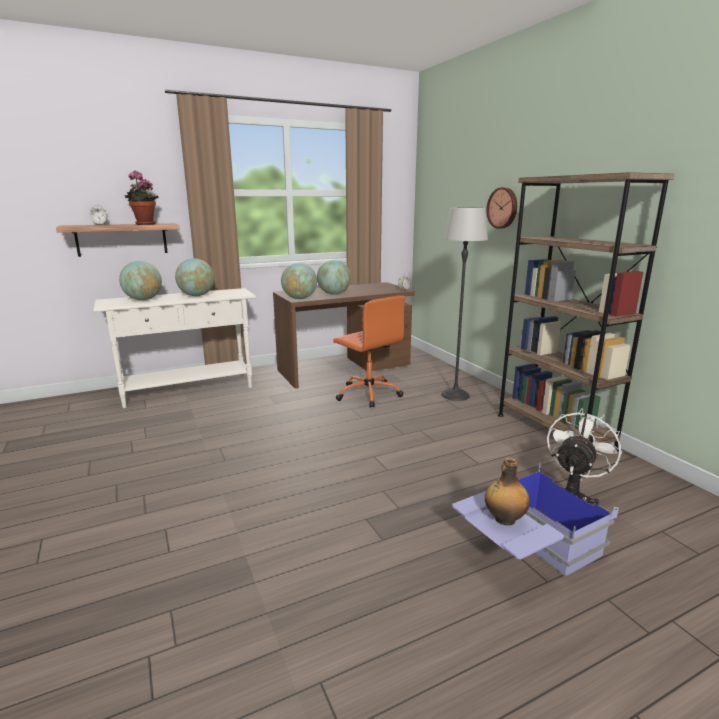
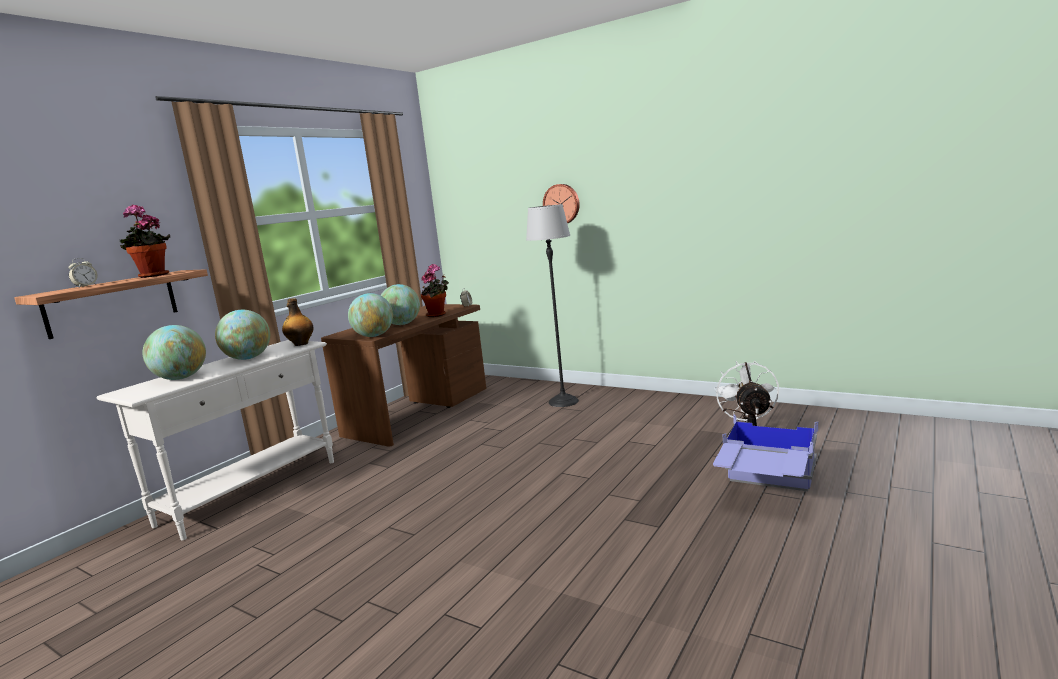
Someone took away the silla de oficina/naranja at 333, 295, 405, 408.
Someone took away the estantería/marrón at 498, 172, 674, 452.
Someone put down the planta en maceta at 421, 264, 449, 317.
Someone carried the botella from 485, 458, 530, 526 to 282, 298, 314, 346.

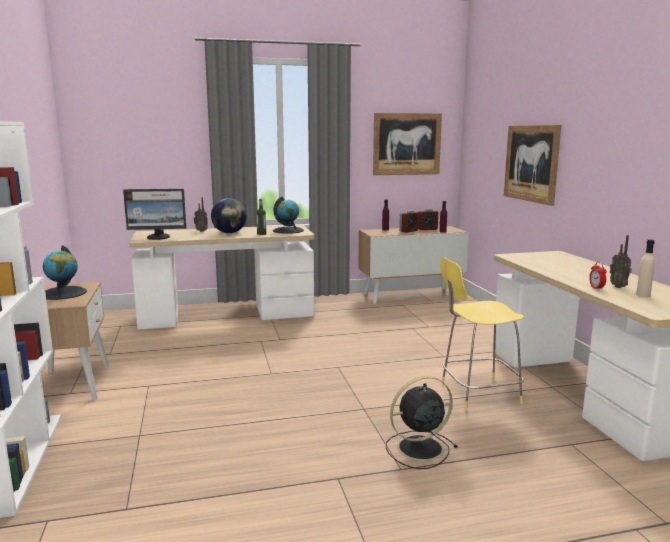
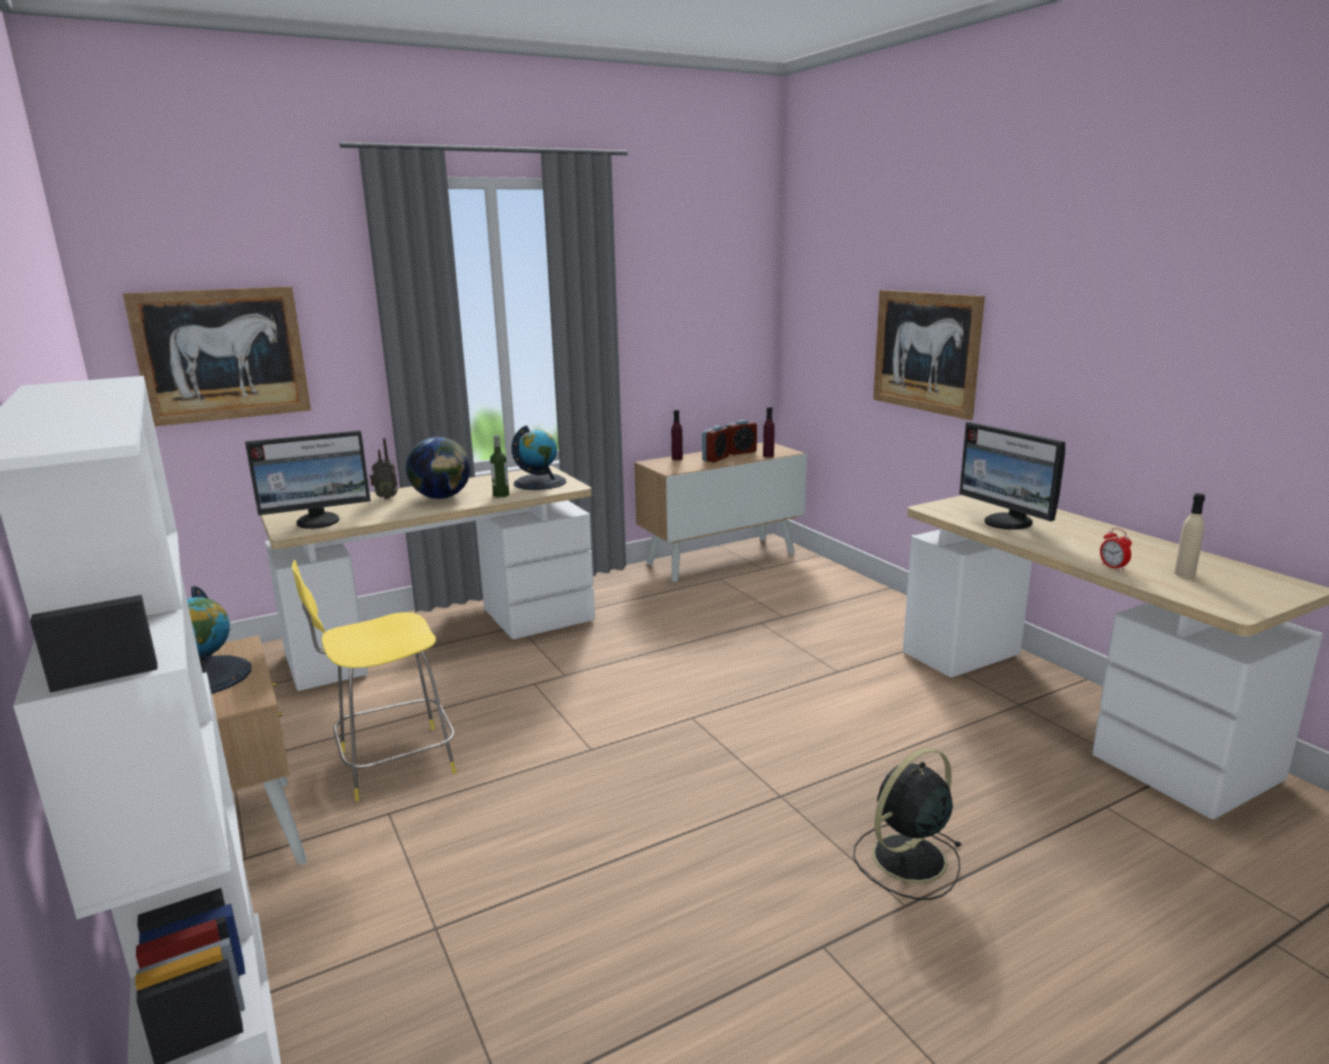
Someone took away the radio at 610, 235, 632, 288.
Someone put down the monitor at 959, 422, 1065, 530.
Someone carried the cuadro from 373, 113, 442, 175 to 123, 286, 311, 427.
Someone carried the taburete/amarillo from 440, 258, 524, 410 to 292, 560, 456, 801.

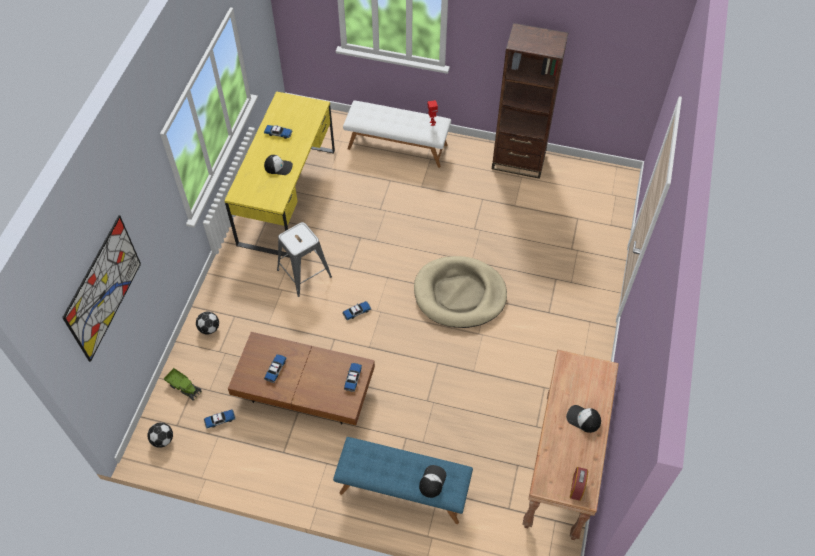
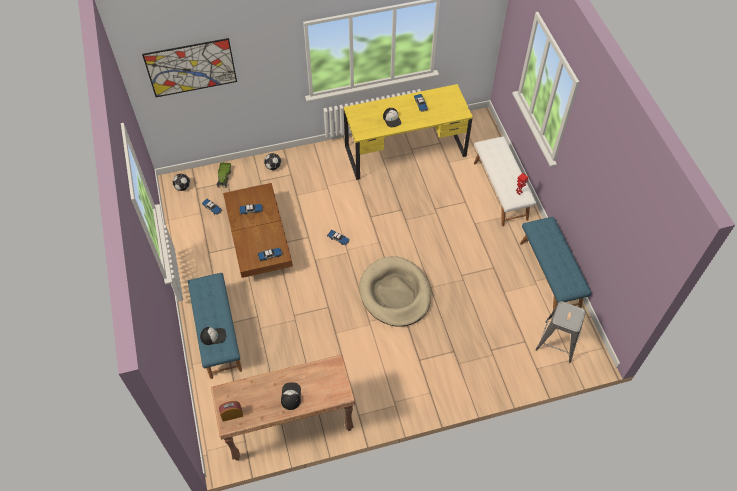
Someone carried the taburete/gris from 277, 222, 332, 297 to 536, 301, 586, 363.
Someone swapped the estantería/marrón at 492, 23, 568, 179 for the banco/azul at 520, 217, 592, 310.

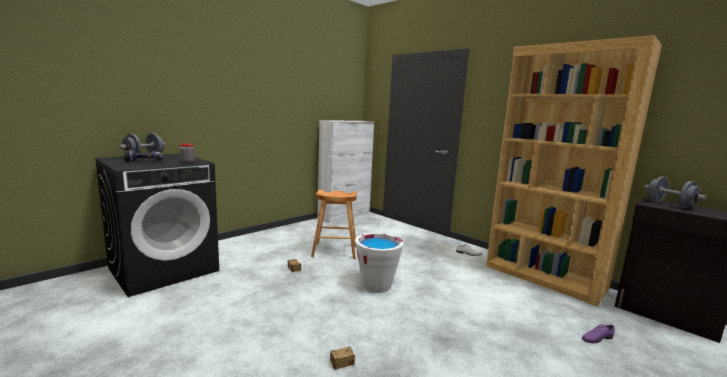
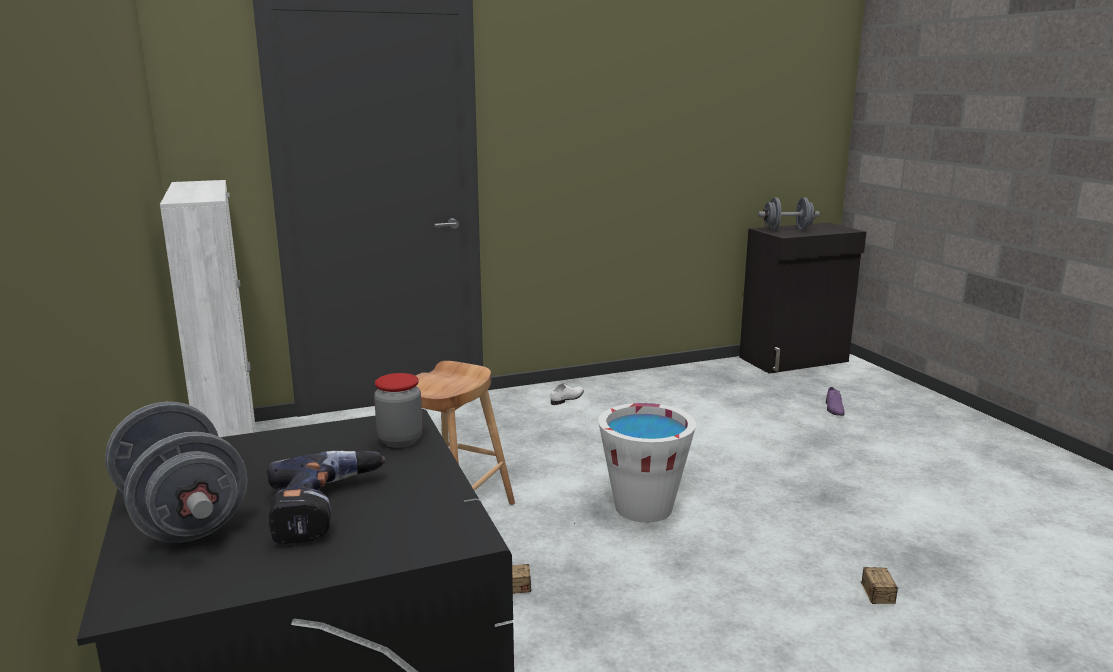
Someone took away the estantería/marrón at 486, 35, 662, 307.

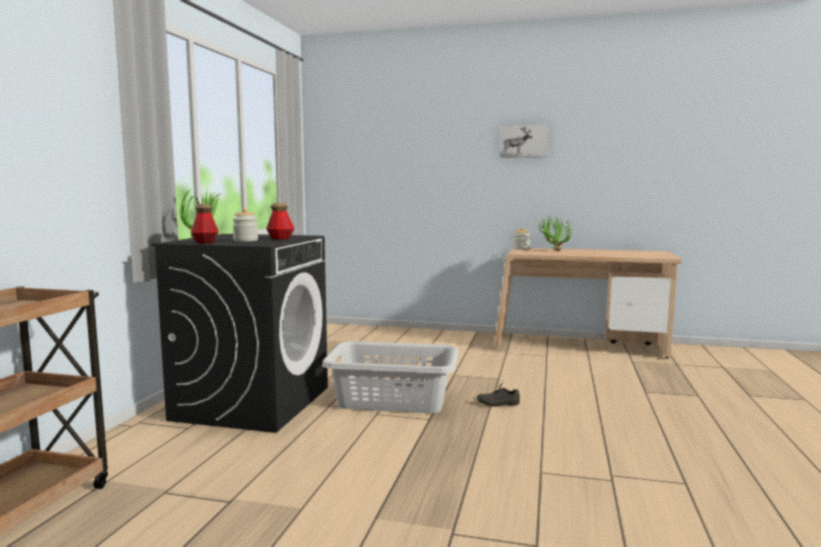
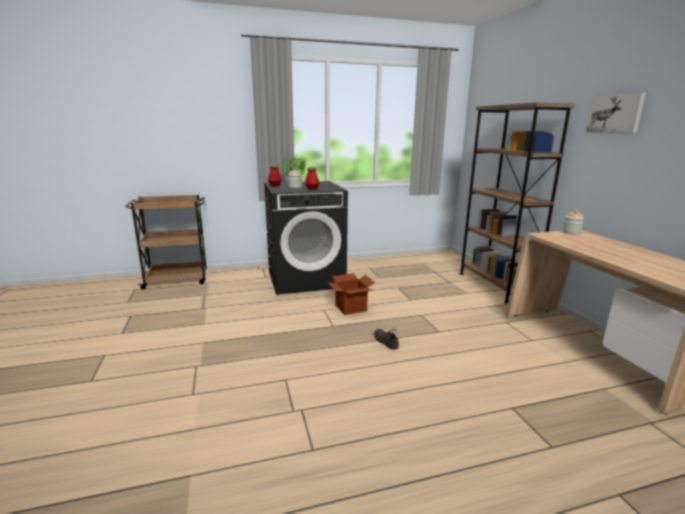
Someone took away the planta en maceta at 538, 215, 572, 251.
Someone put down the estantería/marrón at 459, 103, 575, 304.
Someone swapped the cesto de la ropa/gris at 322, 341, 459, 413 for the caja de cartón at 328, 273, 375, 315.

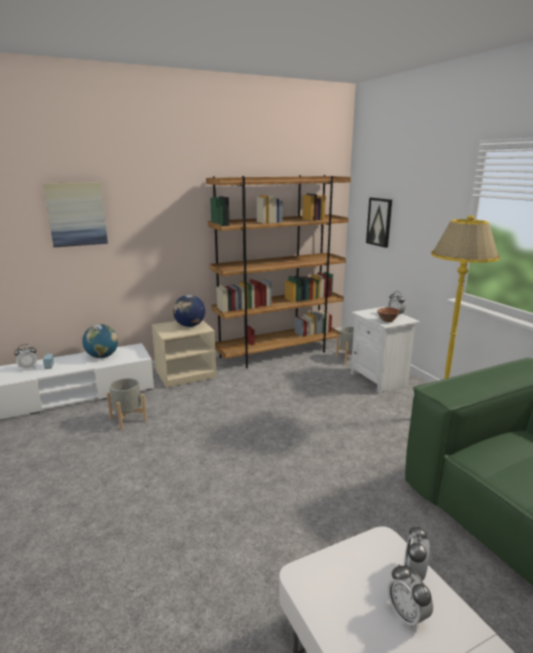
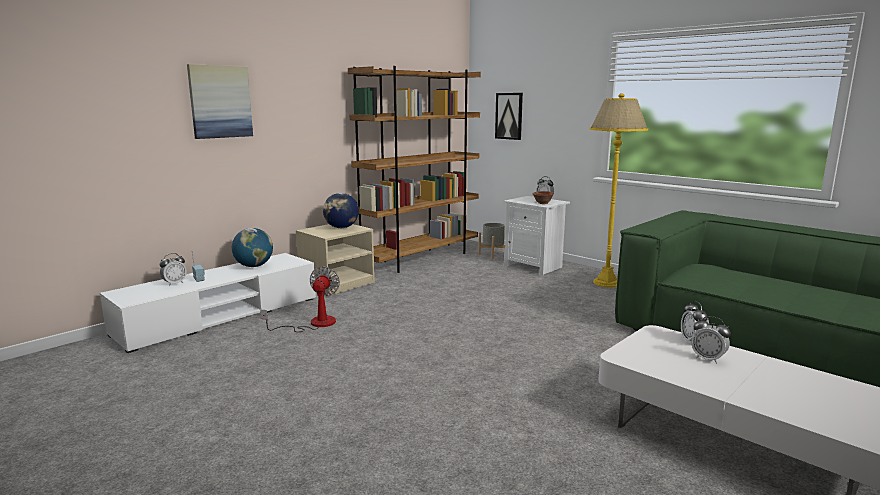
Someone swapped the maceta/gris at 107, 378, 147, 431 for the ventilador at 260, 266, 340, 332.

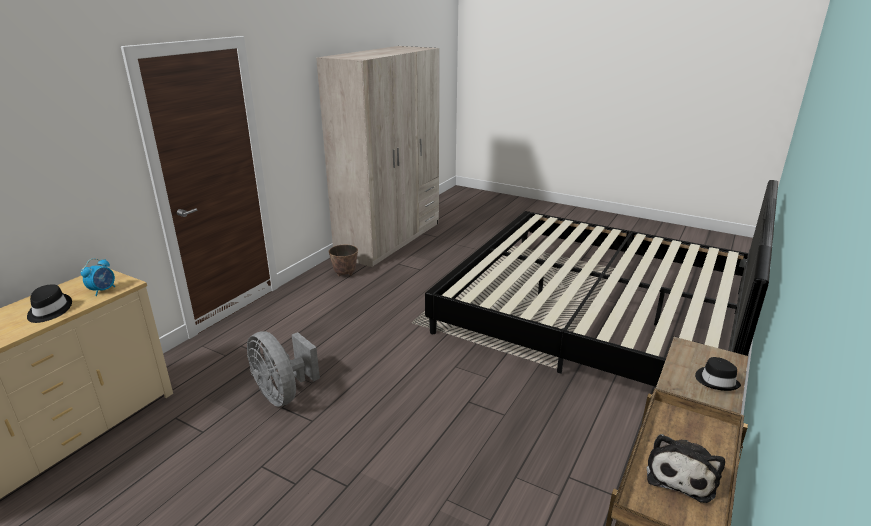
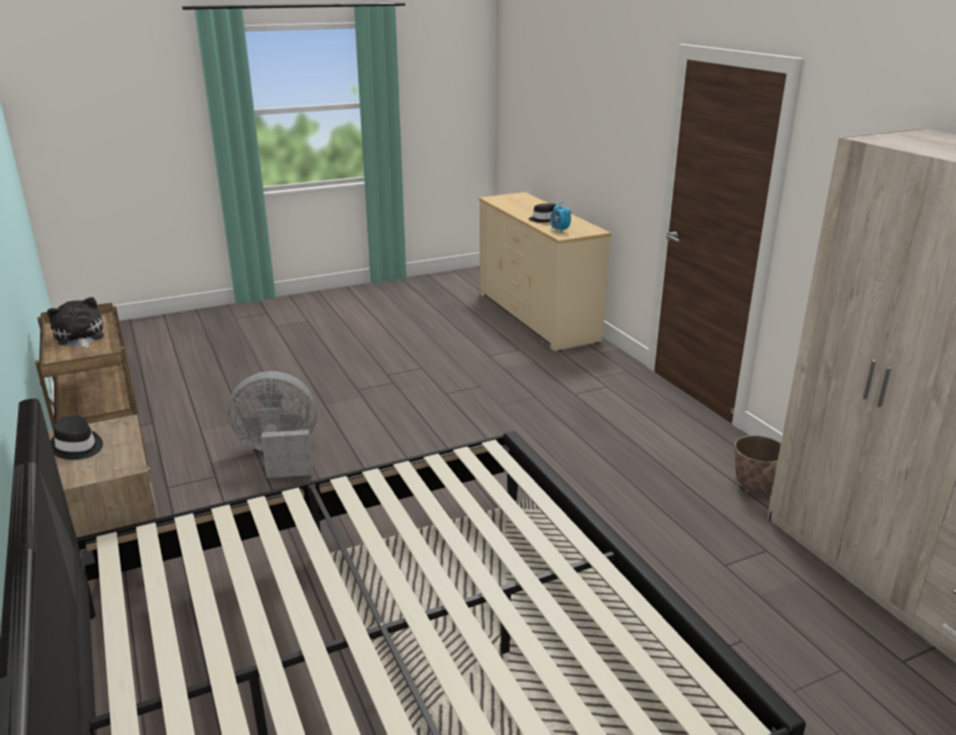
Someone carried the ventilador/gris from 247, 331, 320, 407 to 227, 371, 317, 478.

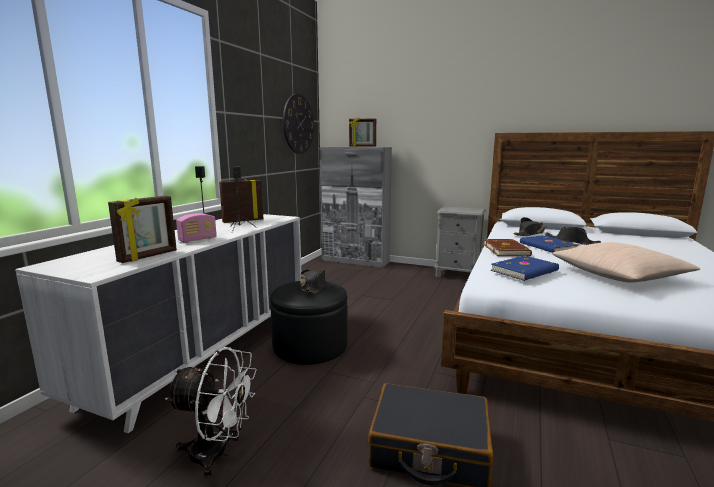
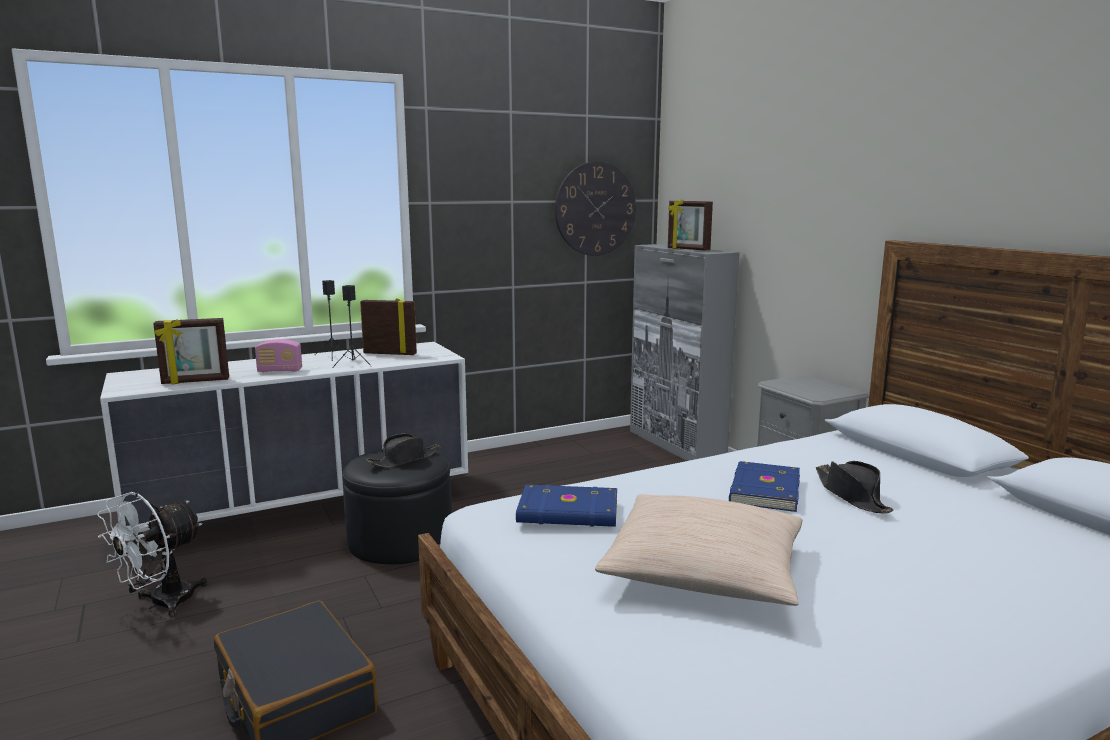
Someone took away the libro/marrón at 483, 239, 532, 256.
Someone took away the sombrero/negro at 513, 217, 547, 236.
Someone rotated the ventilador/blanco at 165, 347, 256, 478 by 75 degrees clockwise.

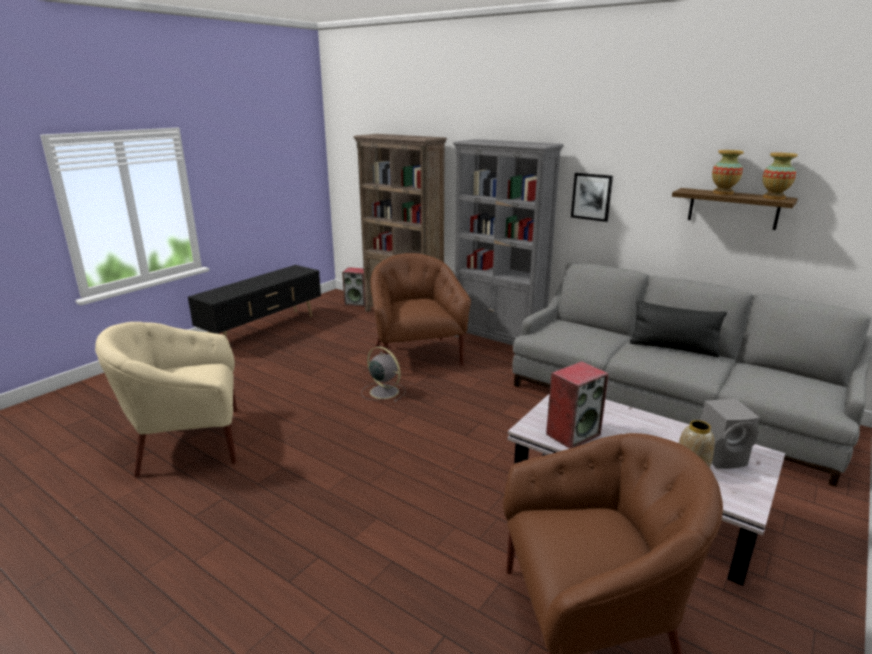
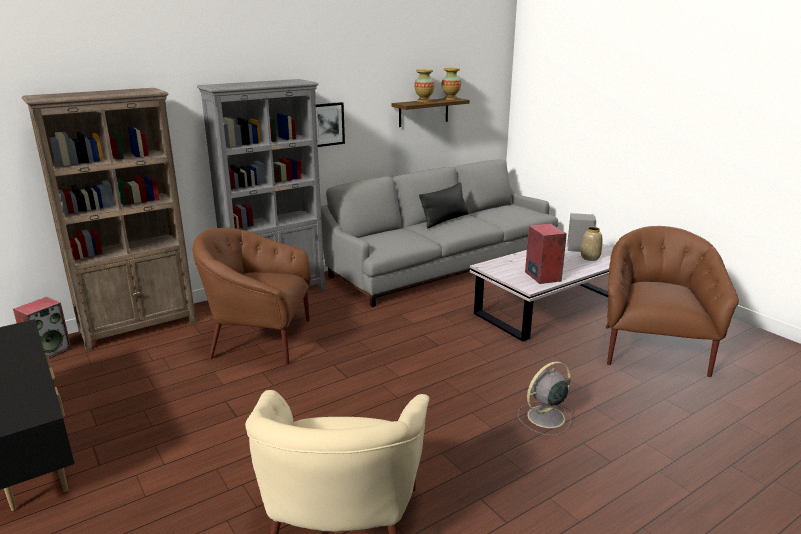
Someone carried the ventilador/gris from 361, 347, 406, 402 to 518, 361, 574, 436.

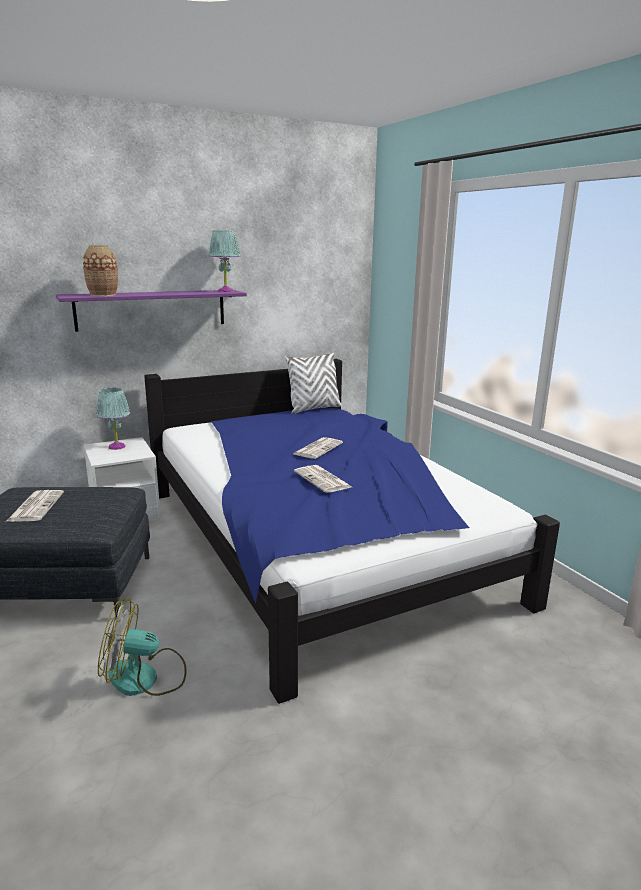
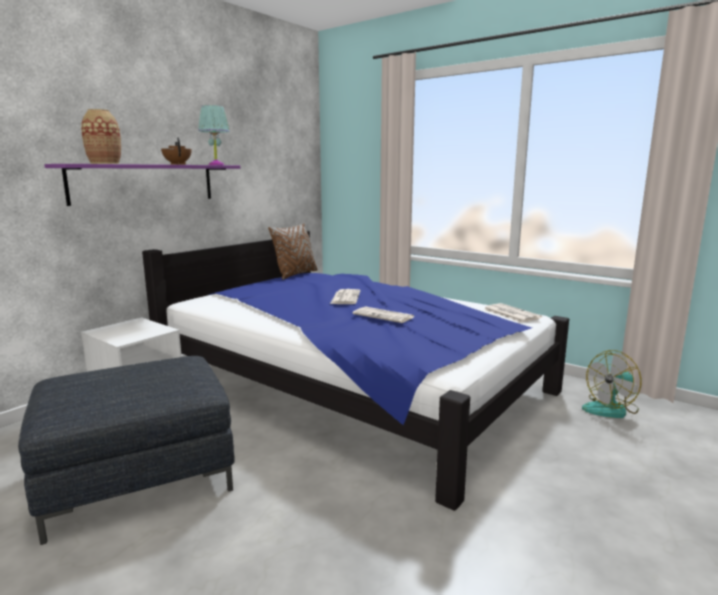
Someone took away the lámpara de mesa/turquesa at 96, 387, 130, 450.
Someone put down the tetera/marrón at 161, 137, 192, 165.
Someone carried the periódico from 6, 490, 64, 522 to 483, 303, 542, 323.
Someone carried the ventilador from 98, 598, 186, 696 to 582, 350, 642, 418.
Someone repainted the cojín/blanco at 285, 353, 342, 414, which became the cojín/marrón at 268, 224, 318, 280.

